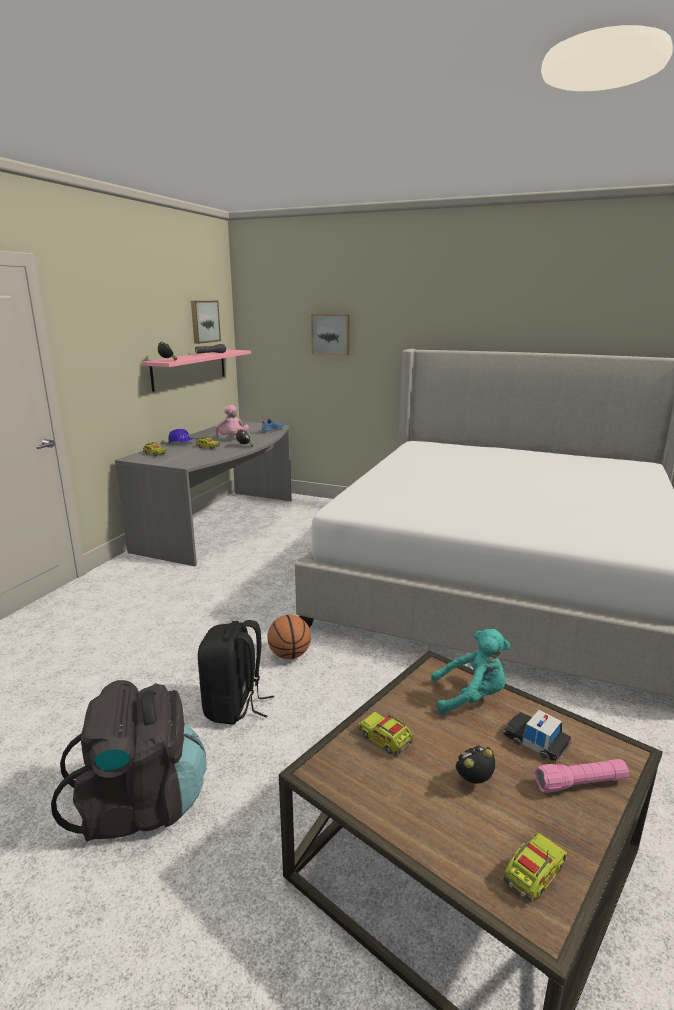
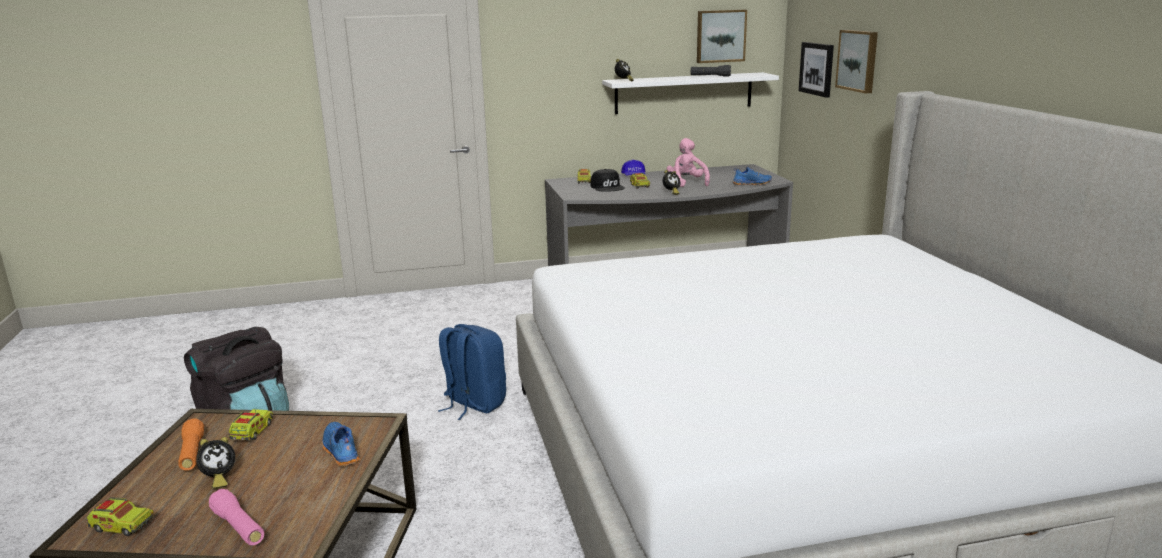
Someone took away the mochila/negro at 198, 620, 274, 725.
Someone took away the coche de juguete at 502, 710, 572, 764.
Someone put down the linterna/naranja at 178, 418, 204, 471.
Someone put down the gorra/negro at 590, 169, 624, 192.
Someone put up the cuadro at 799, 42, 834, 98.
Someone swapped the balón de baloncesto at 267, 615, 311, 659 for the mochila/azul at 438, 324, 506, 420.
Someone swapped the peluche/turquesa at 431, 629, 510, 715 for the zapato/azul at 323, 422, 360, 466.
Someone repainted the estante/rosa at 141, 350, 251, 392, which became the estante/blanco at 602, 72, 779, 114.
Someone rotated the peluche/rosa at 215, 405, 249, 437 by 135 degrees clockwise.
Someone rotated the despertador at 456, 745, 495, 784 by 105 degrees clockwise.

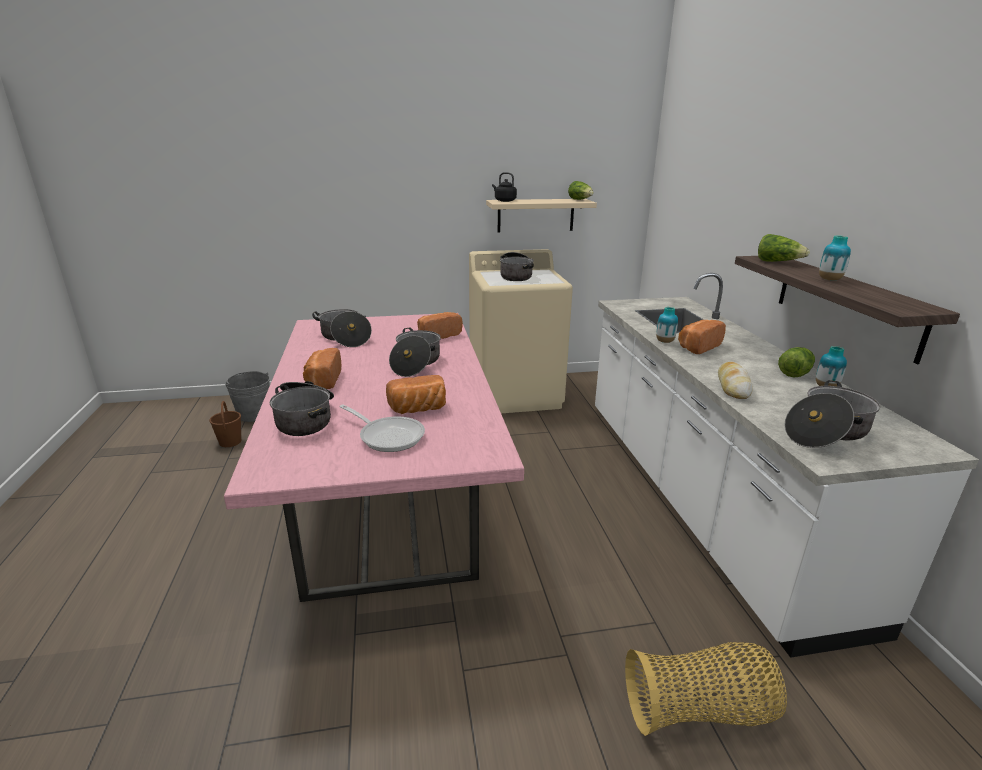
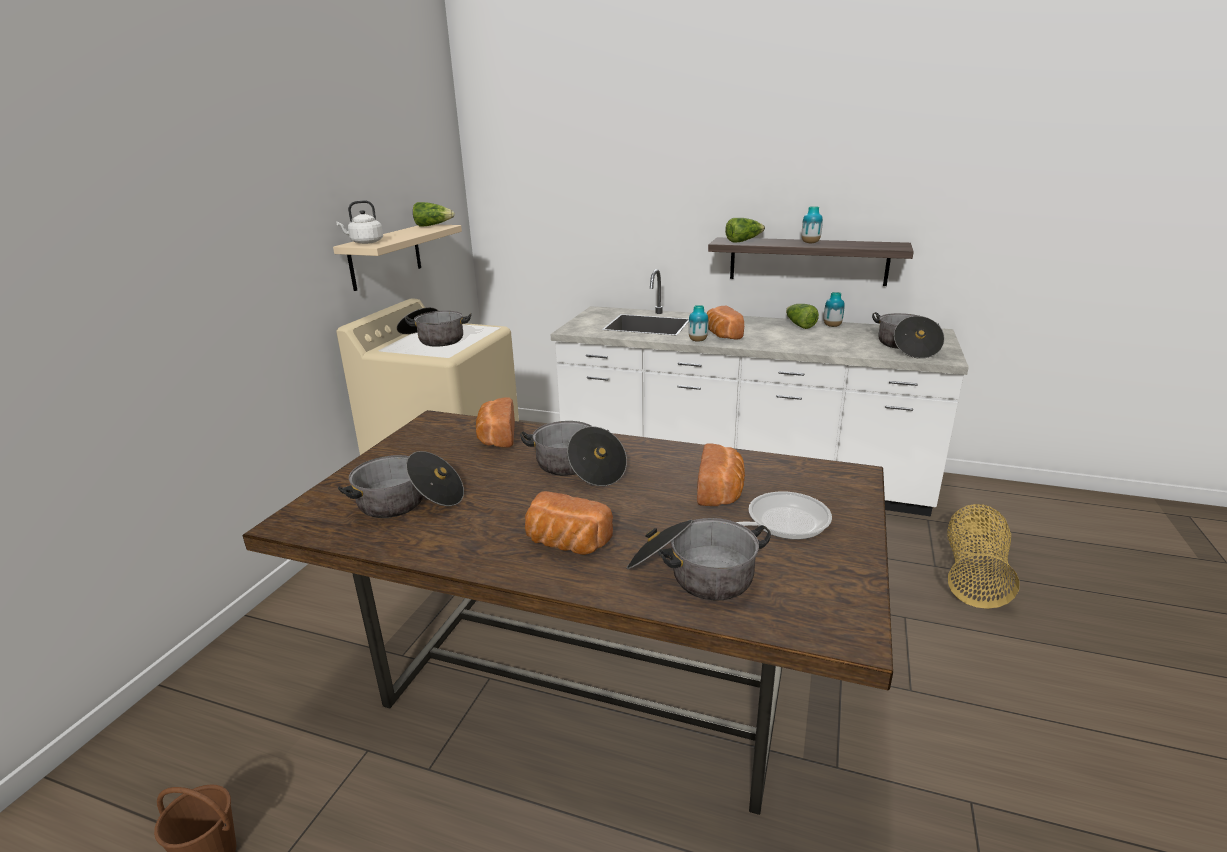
Someone took away the cubo/gris at 225, 371, 270, 422.
Someone took away the pan at 718, 362, 753, 399.
Someone repainted the mesa de comedor/rosa at 224, 313, 524, 602, which became the mesa de comedor/marrón at 243, 410, 893, 815.
Someone repainted the hervidor/negro at 492, 172, 517, 202, which became the hervidor/blanco at 336, 200, 383, 244.

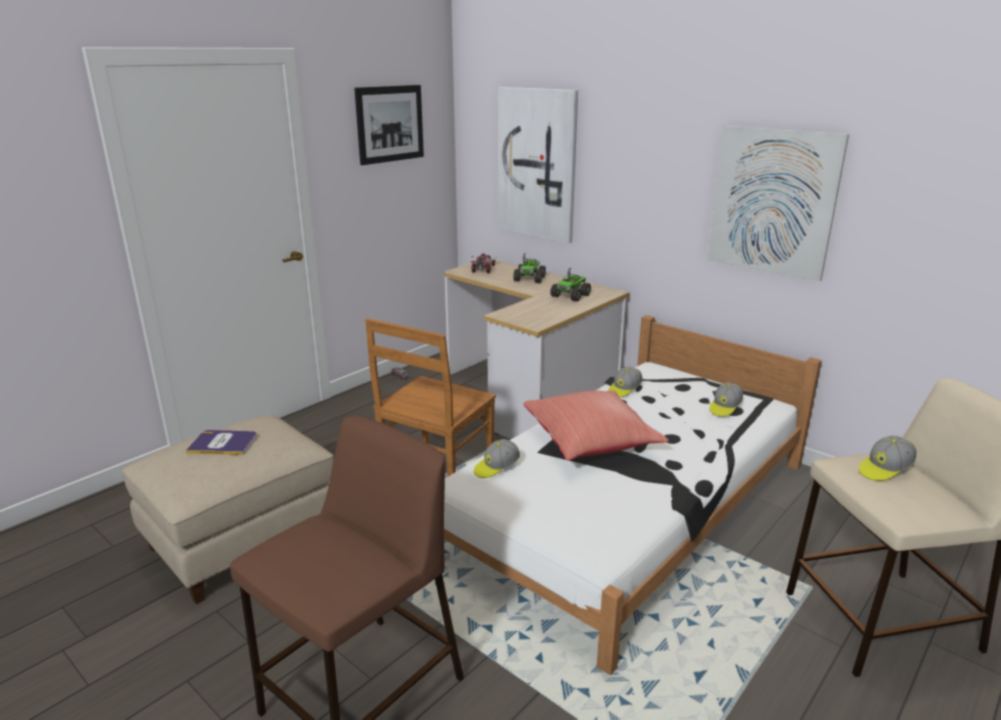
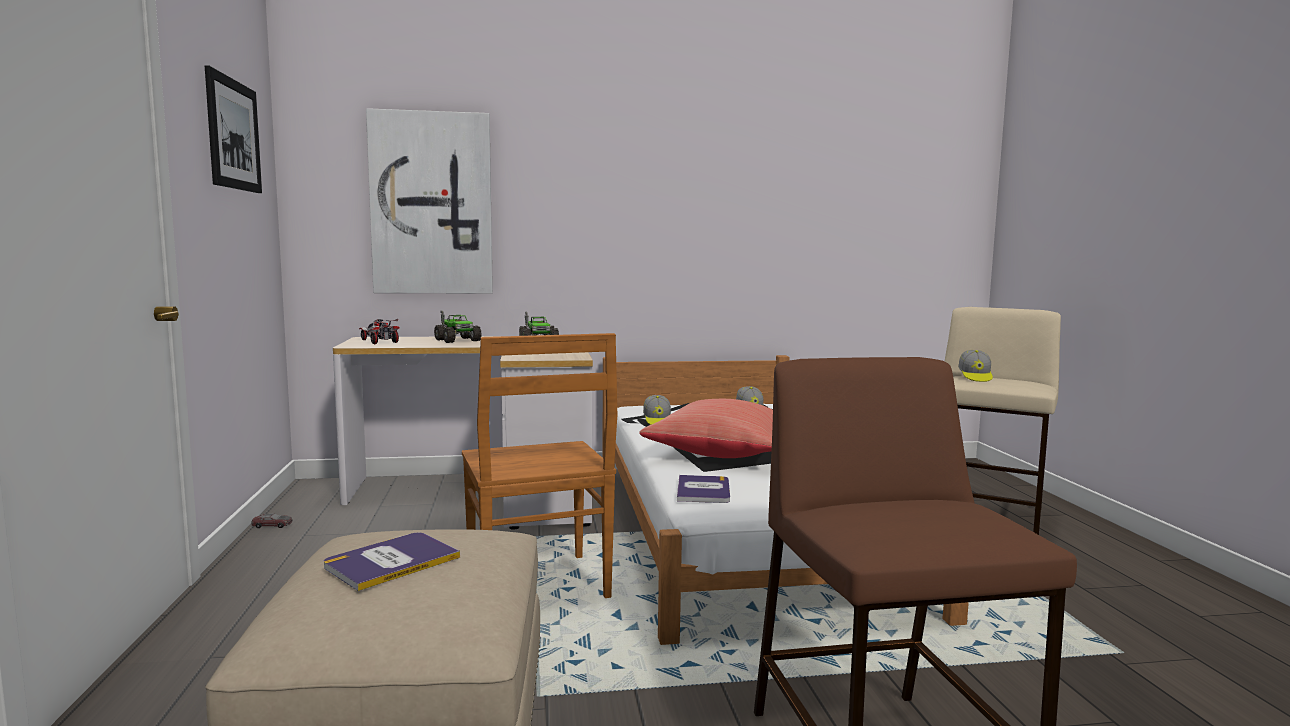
Someone took away the cuadro at 708, 126, 849, 281.
Someone swapped the gorra at 474, 439, 520, 478 for the libro at 677, 475, 730, 503.

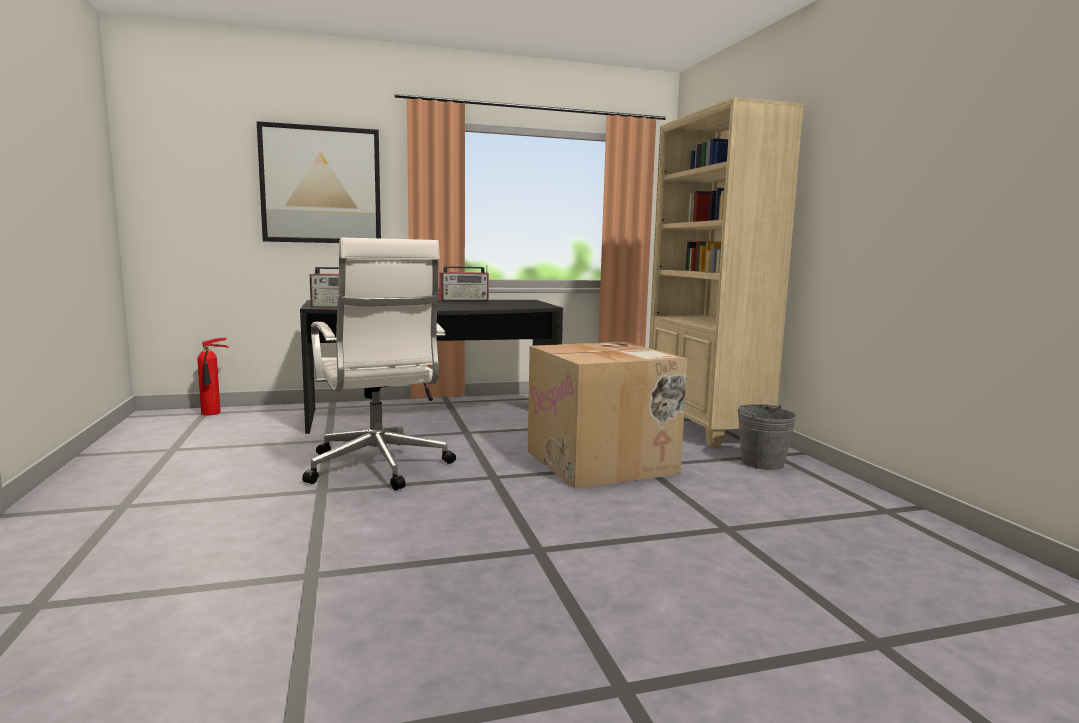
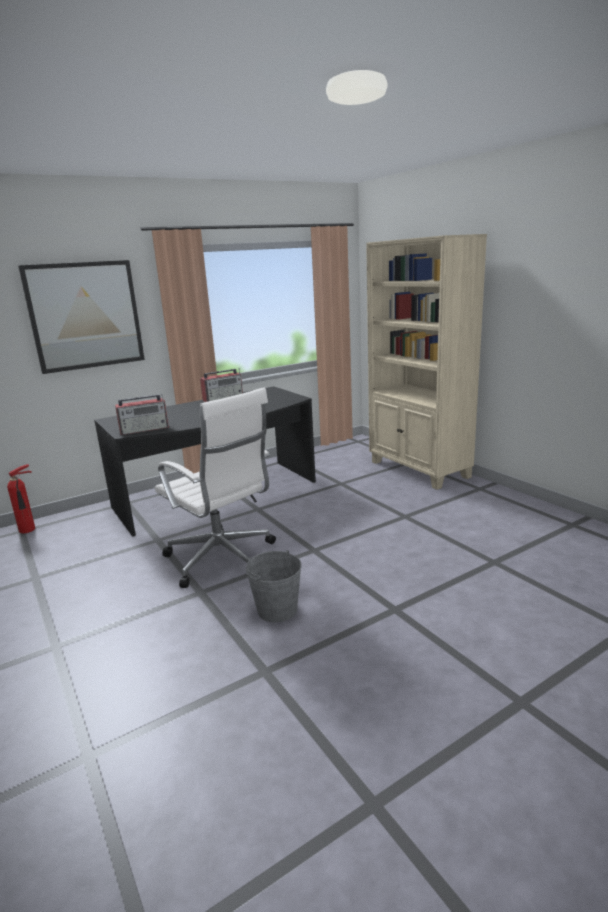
Someone took away the caja de cartón at 528, 342, 688, 489.
Someone carried the cubo/gris from 737, 404, 797, 470 to 246, 550, 302, 623.

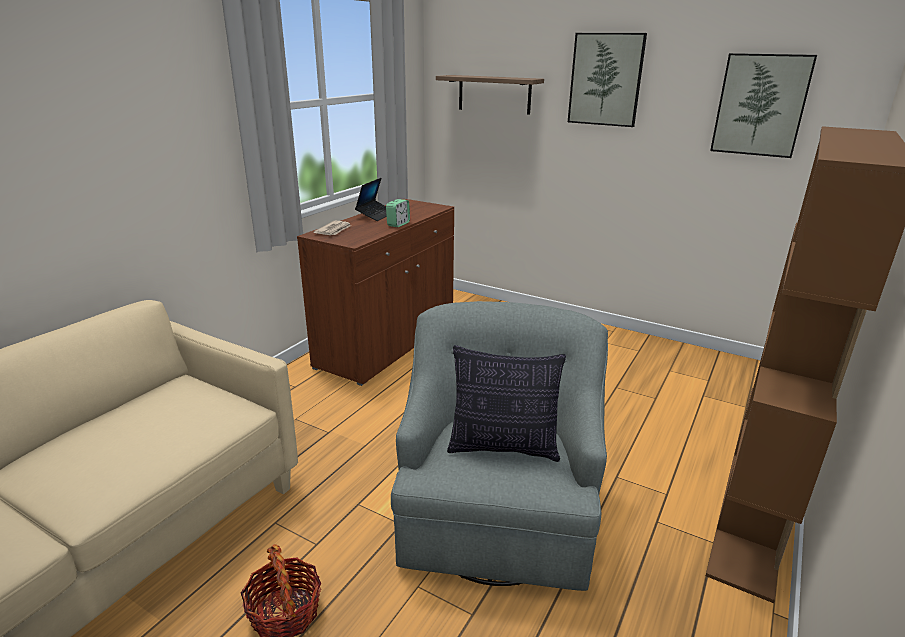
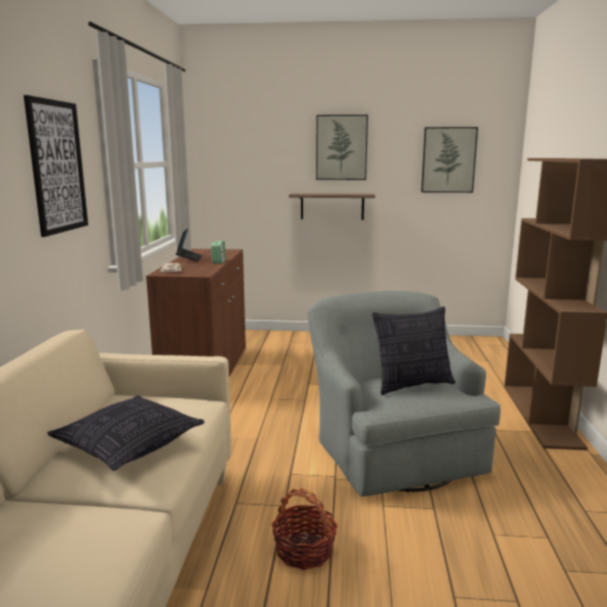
Someone put up the cuadro at 24, 95, 88, 237.
Someone put down the cojín at 47, 395, 205, 471.
Someone carried the estante from 436, 75, 544, 115 to 289, 193, 375, 220.

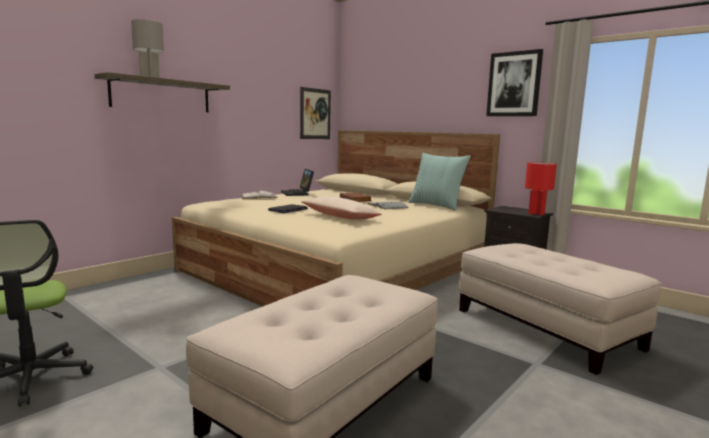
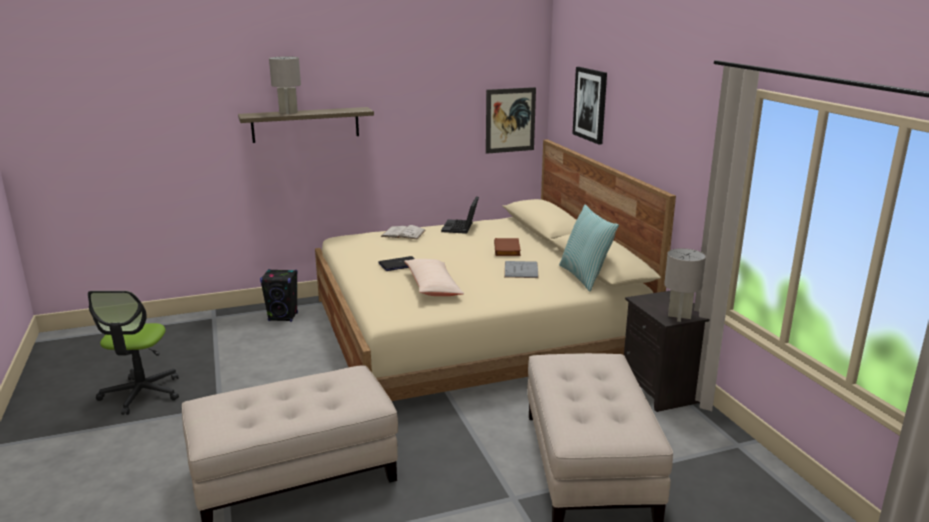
Someone put down the altavoz/negro at 260, 269, 298, 322.
Someone carried the cuadro from 486, 49, 543, 116 to 572, 67, 607, 145.
Someone repainted the lámpara de mesa/rojo at 525, 162, 557, 215, which became the lámpara de mesa/gris at 664, 248, 706, 322.

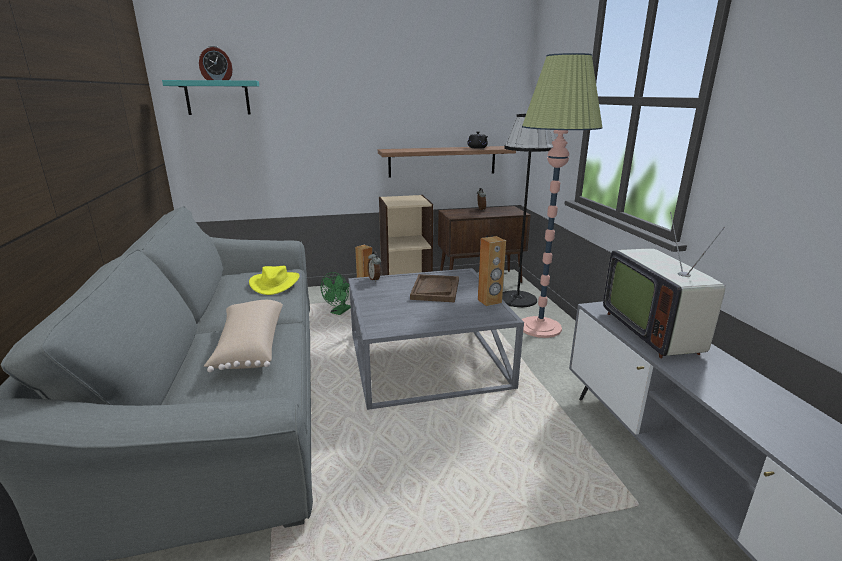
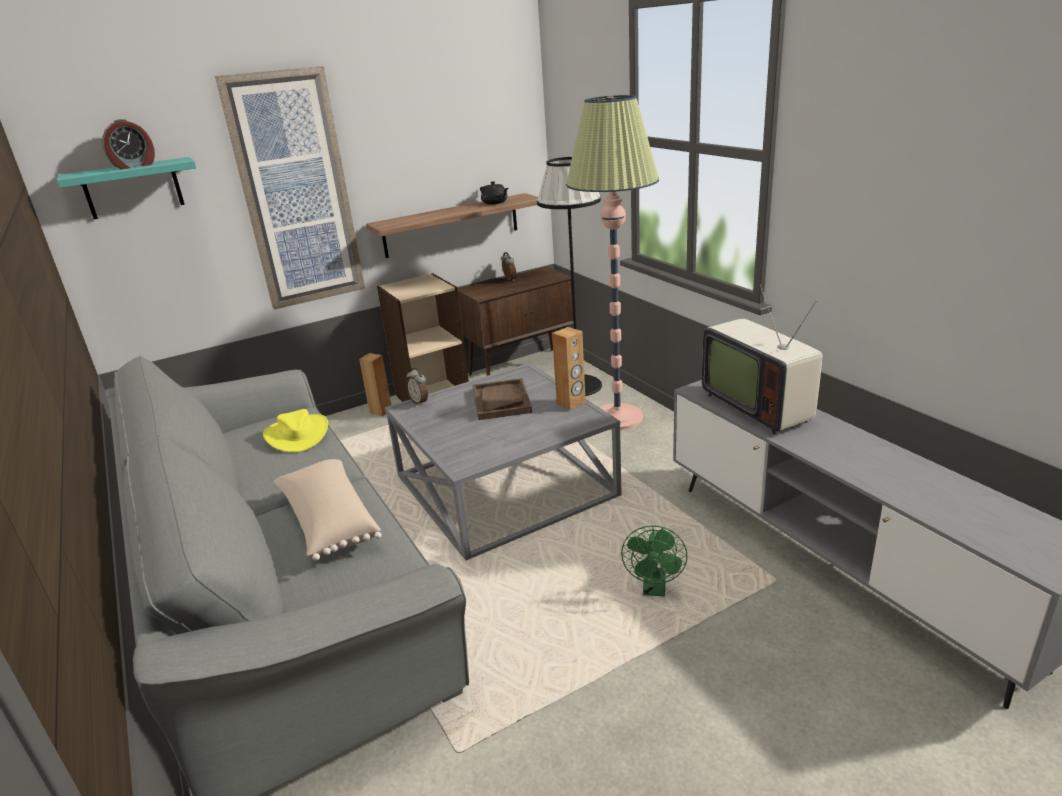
Someone put up the cuadro at 215, 66, 365, 309.
Someone carried the ventilador/verde from 321, 272, 351, 315 to 621, 525, 688, 596.

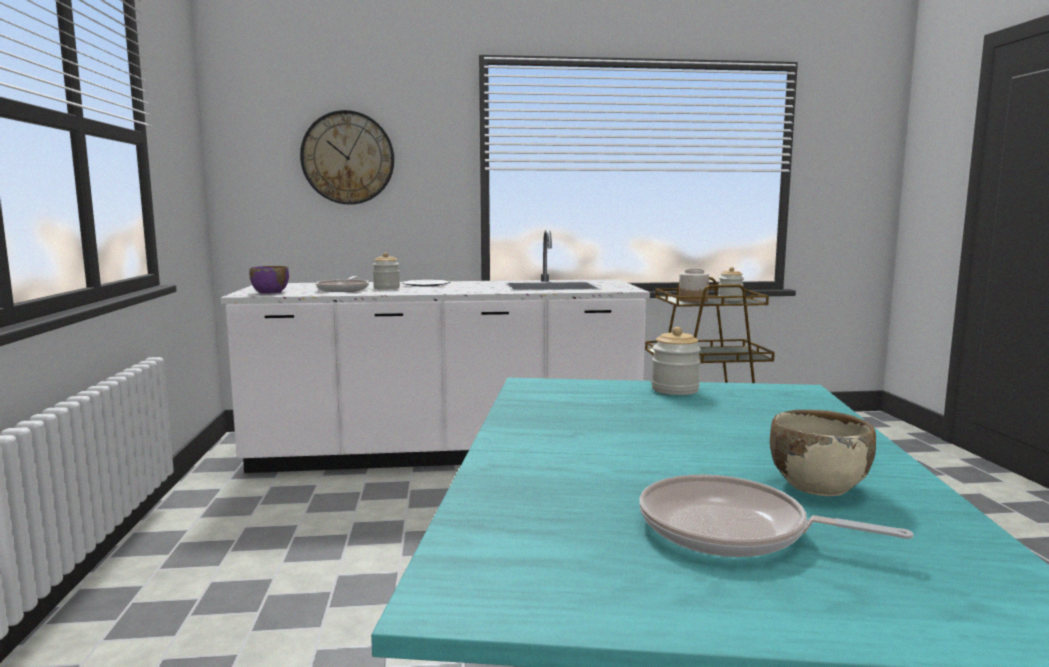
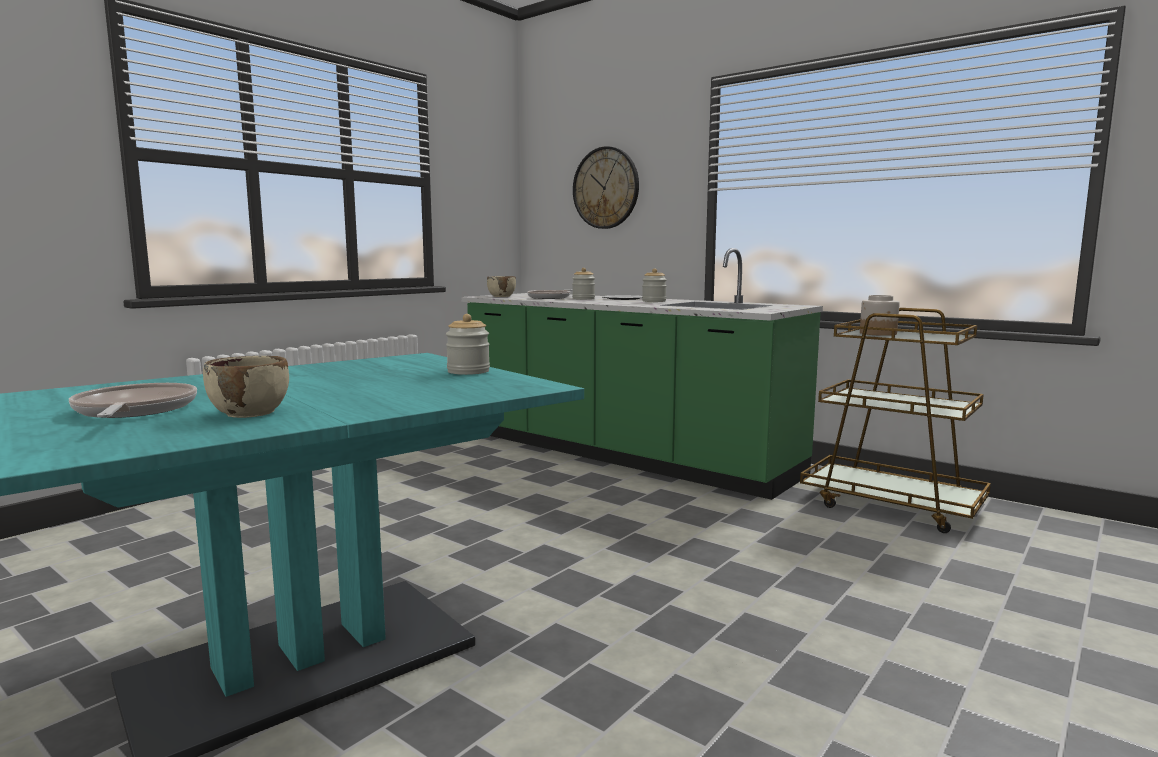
Someone carried the tarro from 718, 267, 744, 301 to 642, 268, 667, 302.
Someone repainted the mueble bajo de cocina/blanco at 220, 229, 650, 473, which became the mueble bajo de cocina/verde at 461, 248, 823, 500.
Someone repainted the cuenco/morado at 249, 266, 289, 294, which became the cuenco/beis at 487, 276, 516, 297.

